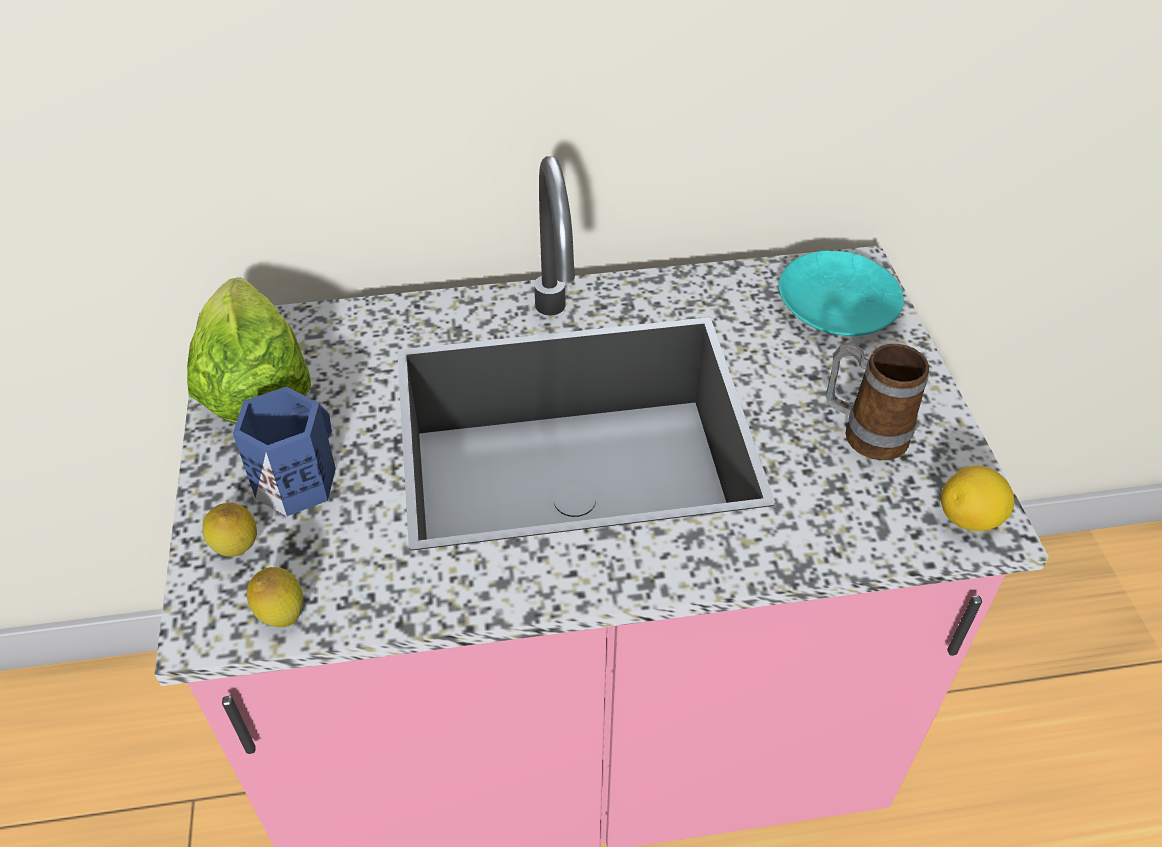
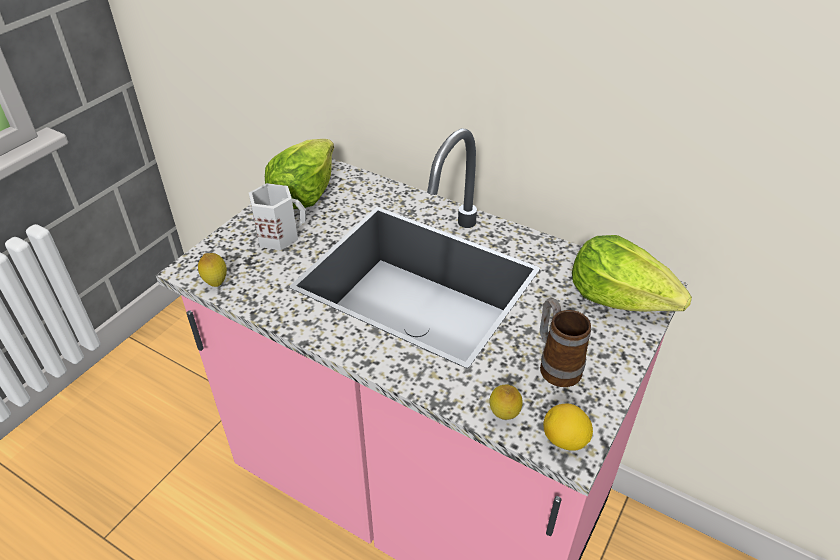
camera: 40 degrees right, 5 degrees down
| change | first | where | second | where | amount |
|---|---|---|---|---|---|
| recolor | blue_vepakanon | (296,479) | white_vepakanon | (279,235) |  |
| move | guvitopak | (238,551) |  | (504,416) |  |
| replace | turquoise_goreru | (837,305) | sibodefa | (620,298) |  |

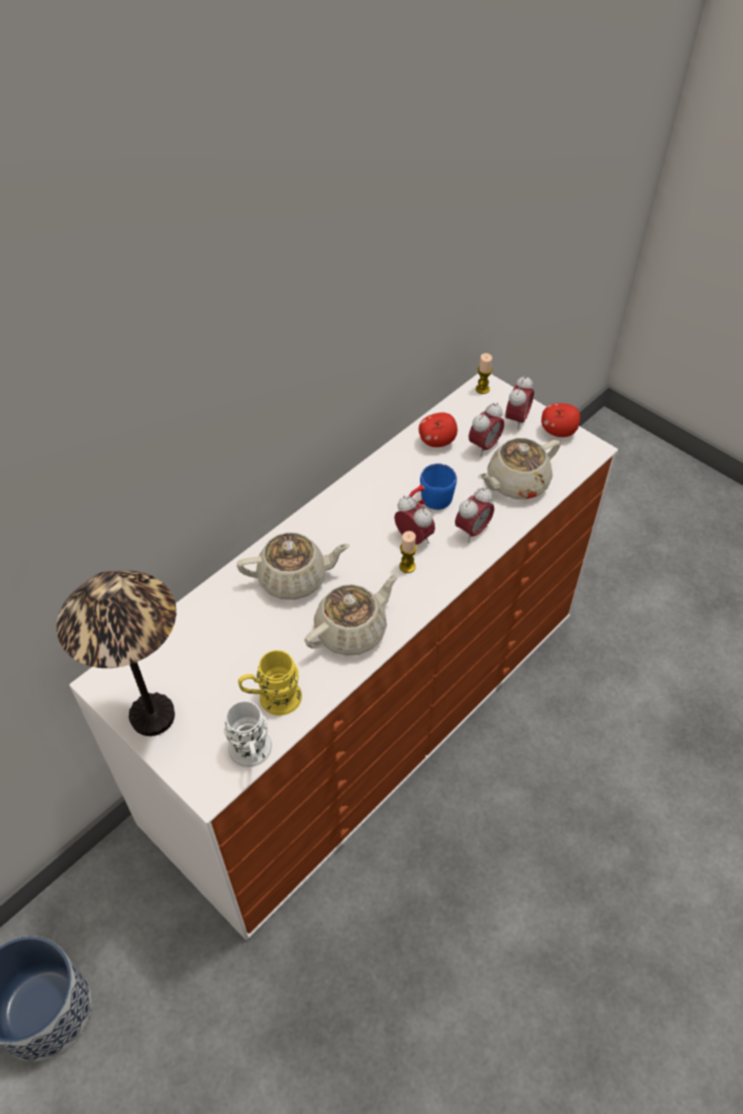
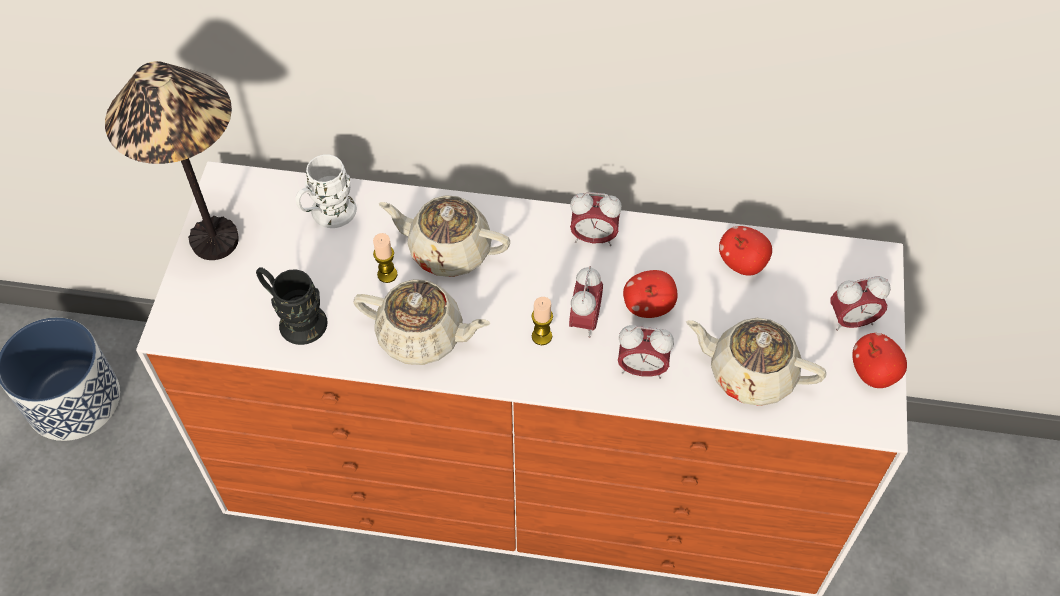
camera: 55 degrees right, 5 degrees up
| change | first | where | second | where | amount |
|---|---|---|---|---|---|
| recolor | yellow_vepakanon | (272,699) | black_vepakanon | (295,319) |  |
| move | white_vepakanon | (252,754) |  | (327,216) |  |
| move | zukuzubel | (482,389) |  | (387,274) |  |
| rotate | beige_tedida | (294,578) |  | (448,250) | 150 degrees clockwise |
| move | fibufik | (484,446) |  | (593,237) |  |
| replace | blue_vepakanon | (430,502) | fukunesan | (648,306) |  |

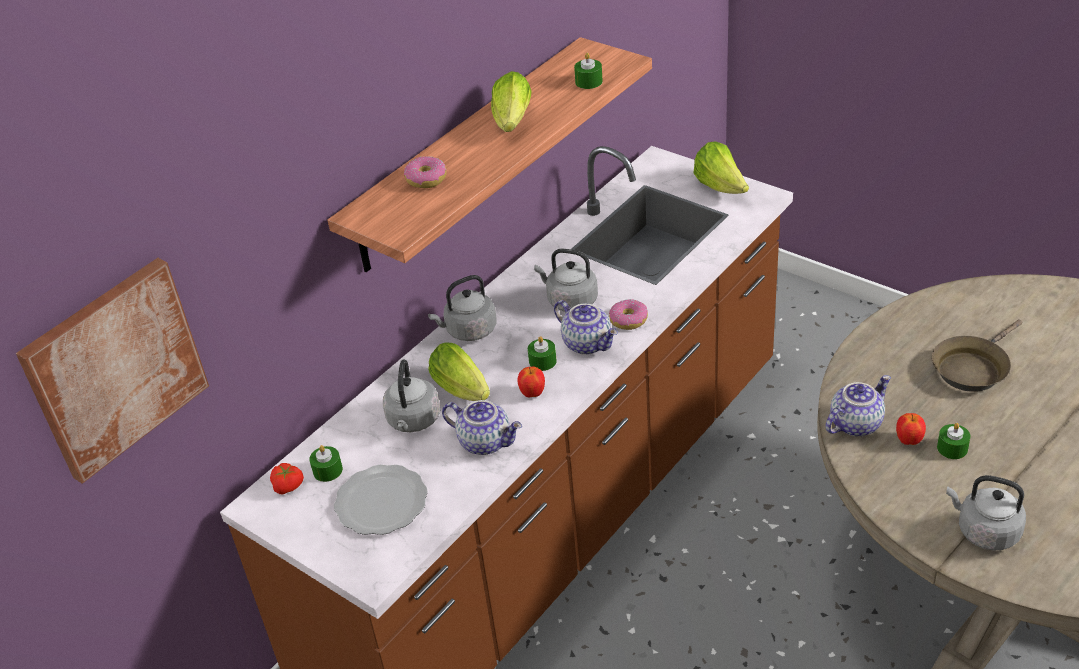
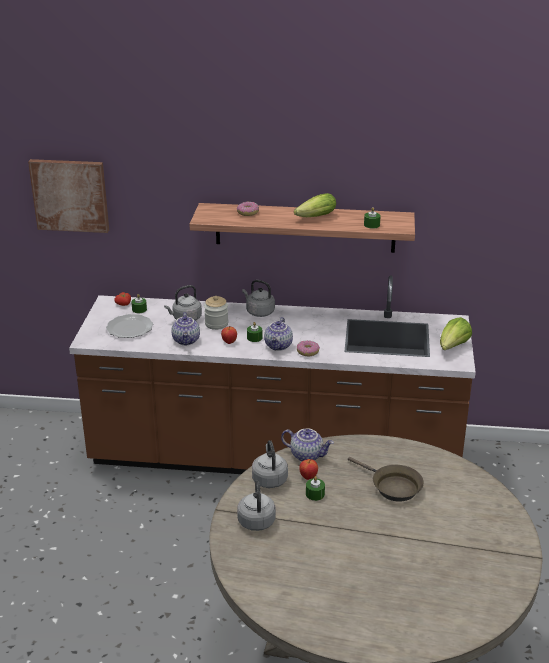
camera: 55 degrees right, 10 degrees down
| change | first | where | second | where | amount |
|---|---|---|---|---|---|
| replace | sibodefa | (463,390) | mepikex | (216,324) |  |
| move | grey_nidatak | (569,301) |  | (269,479) |  |
| rotate | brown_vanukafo | (972,368) |  | (392,487) | 150 degrees counterclockwise |

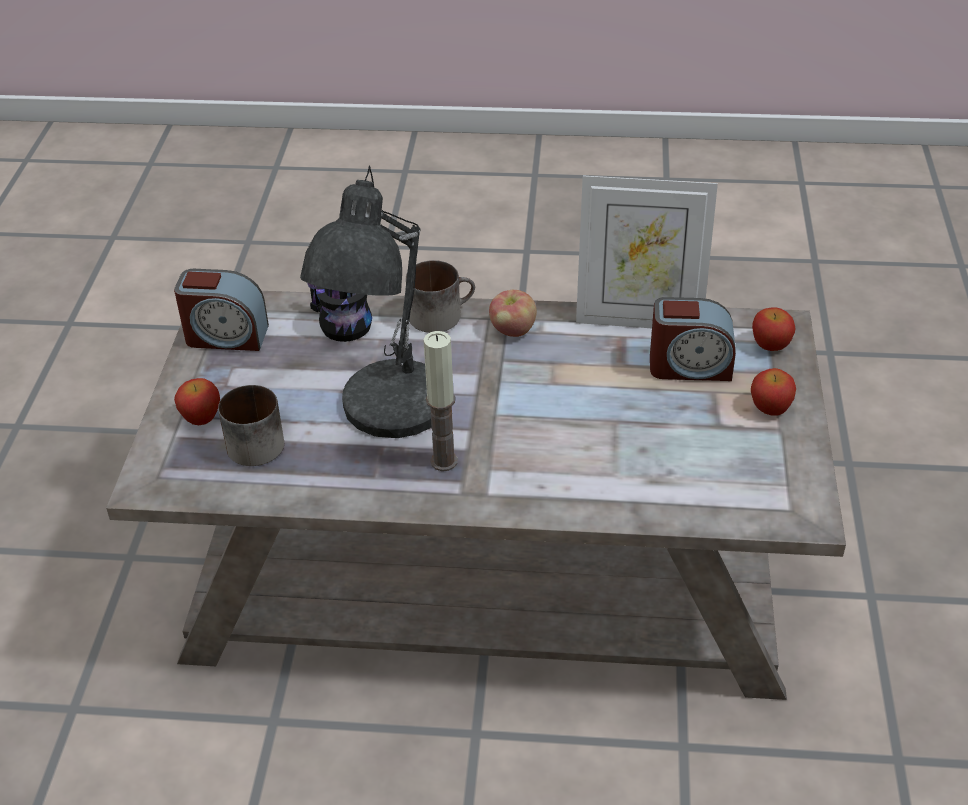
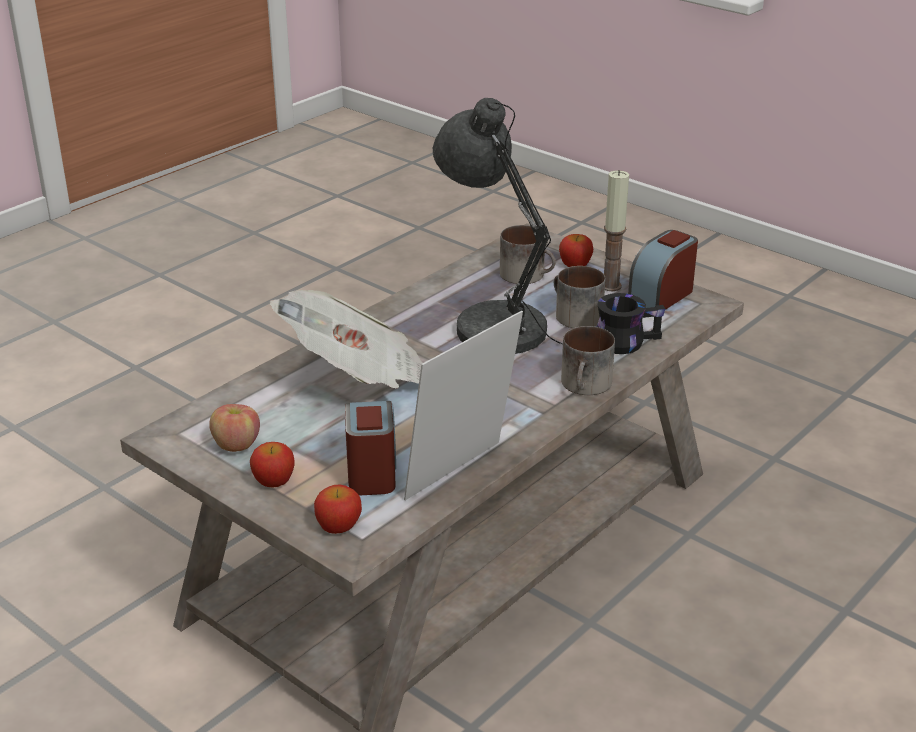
camera: 125 degrees right, 10 degrees down
| change | first | where | second | where | amount |
|---|---|---|---|---|---|
| move | fukunesan | (513,330) |  | (236,445) |  |
| insert |  |  | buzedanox | (360,378) |  |
| rotate | fibufik | (690,366) |  | (371,470) | 135 degrees clockwise |
| insert |  |  | vepakanon | (573,315) |  |
| move | zukuzubel | (444,461) |  | (610,286) |  |

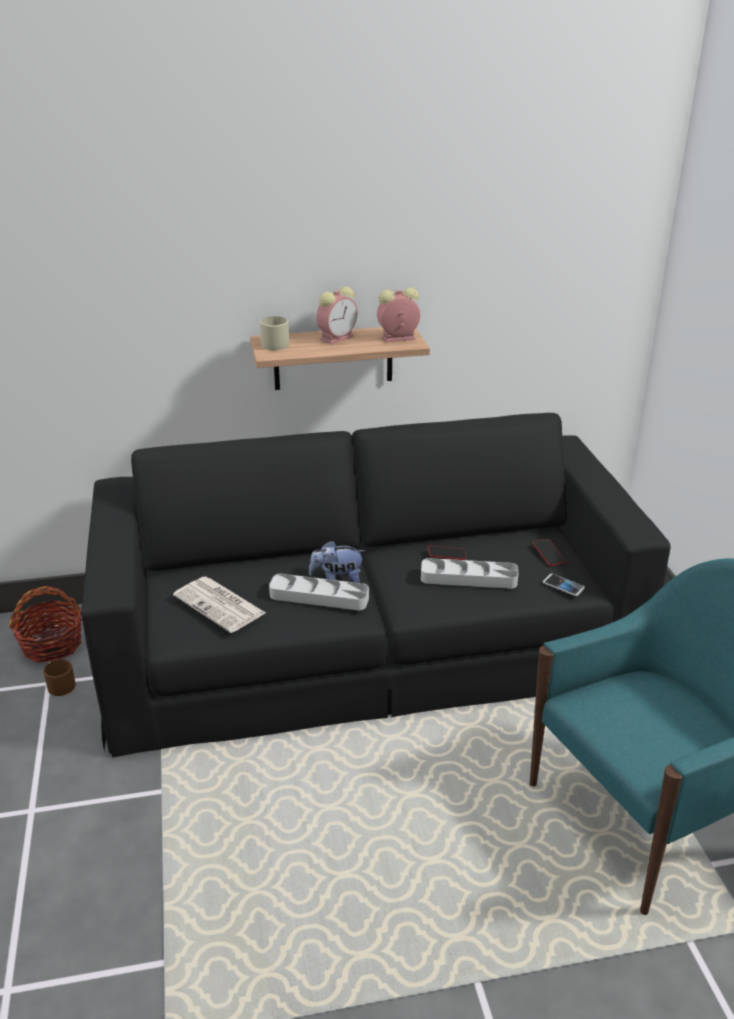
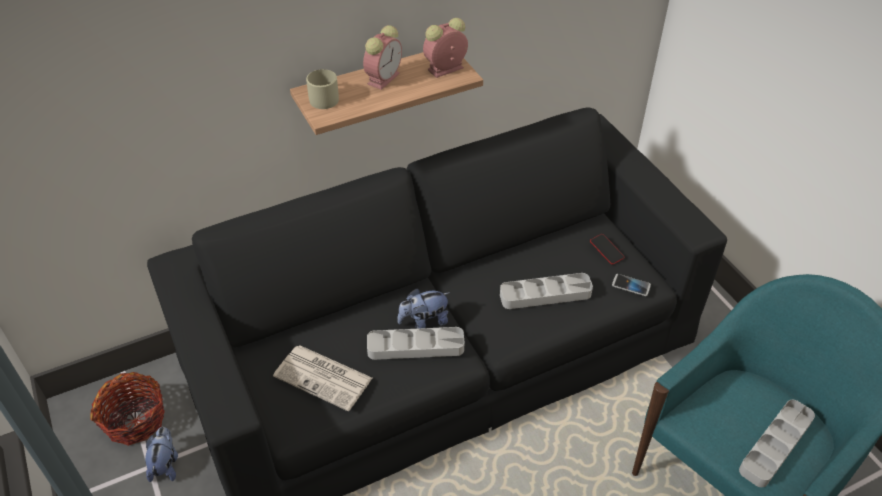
camera: 15 degrees left, 15 degrees up
| change | first | where | second | where | amount |
|---|---|---|---|---|---|
| replace | brown_vepakanon | (63,684) | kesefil | (166,464) |  |
| insert |  |  | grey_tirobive | (775,445) |  |
| delete | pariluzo | (446,555) |  |  |  |

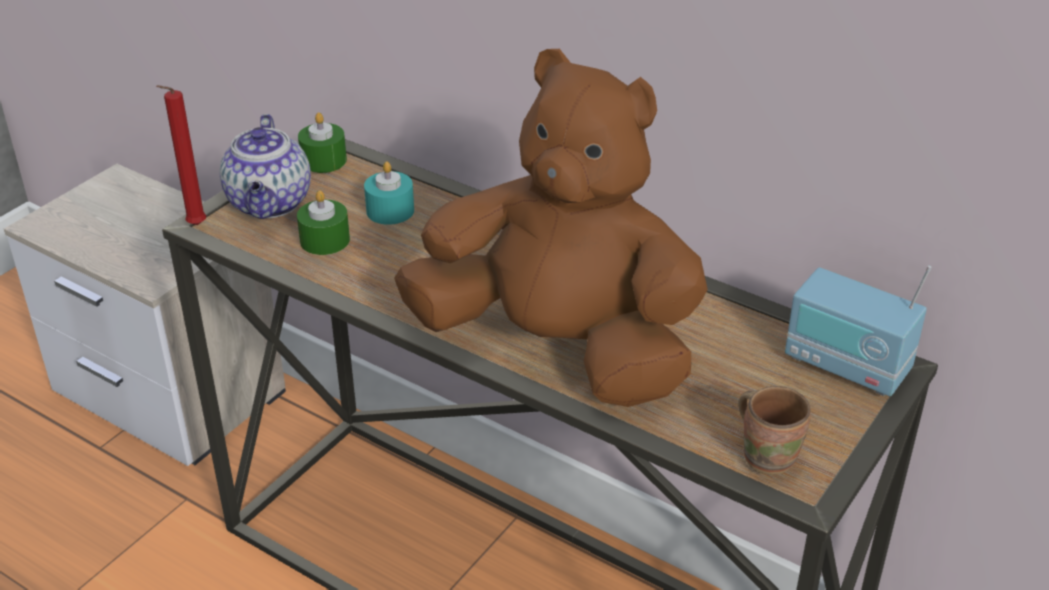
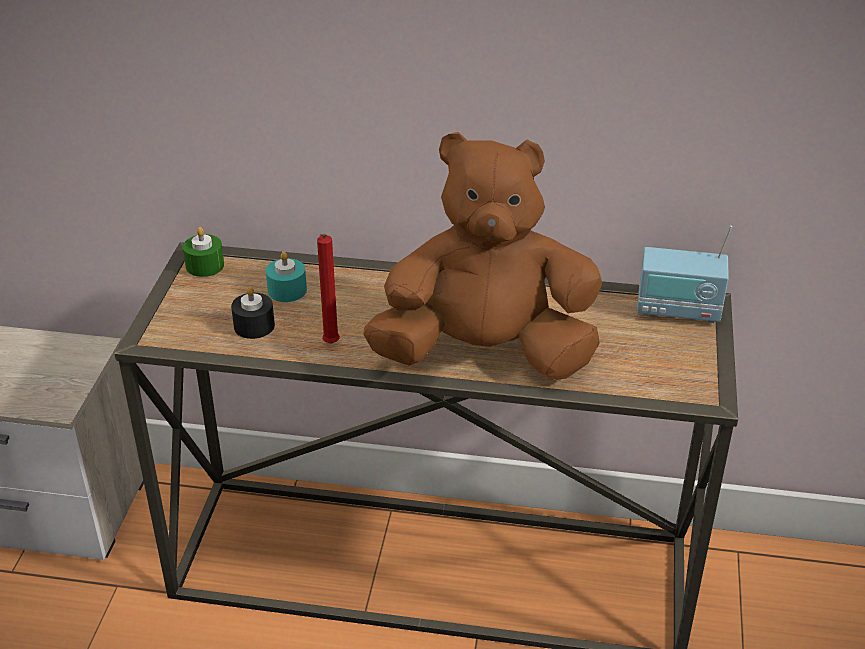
camera: 25 degrees left, 0 degrees up
| change | first | where | second | where | amount |
|---|---|---|---|---|---|
| recolor | green_zukuzubel | (325,240) | black_zukuzubel | (254,326) |  |
| move | red_zukuzubel | (194,226) |  | (330,345) |  |
| delete | tedida | (270,204) |  |  |  |
| delete | brown_vepakanon | (768,455) |  |  |  |

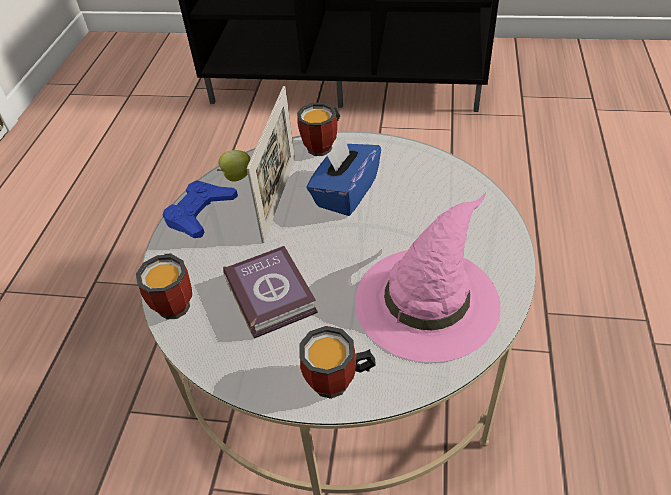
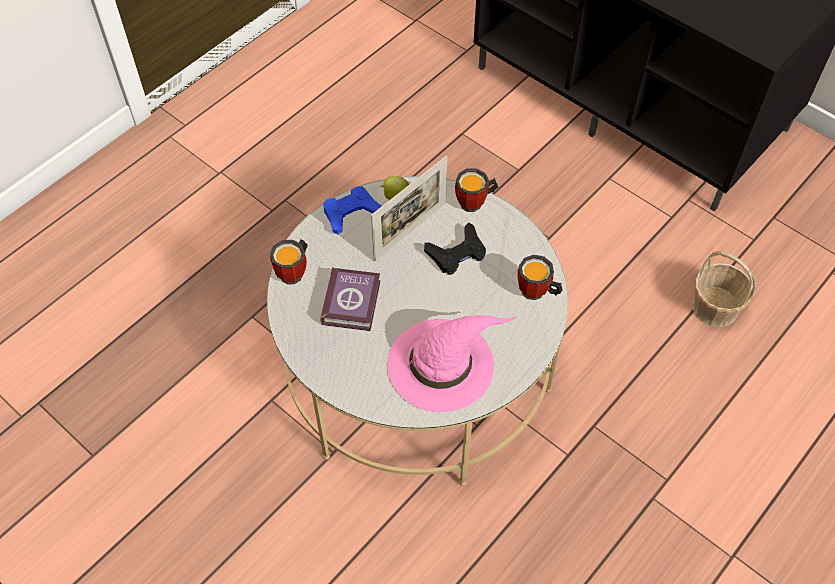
camera: 30 degrees right, 10 degrees up
| change | first | where | second | where | amount |
|---|---|---|---|---|---|
| replace | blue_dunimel | (345,193) | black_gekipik | (457,253) |  |
| move | vepakanon | (338,384) |  | (536,293) |  |
| insert |  |  | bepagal | (715,307) |  |

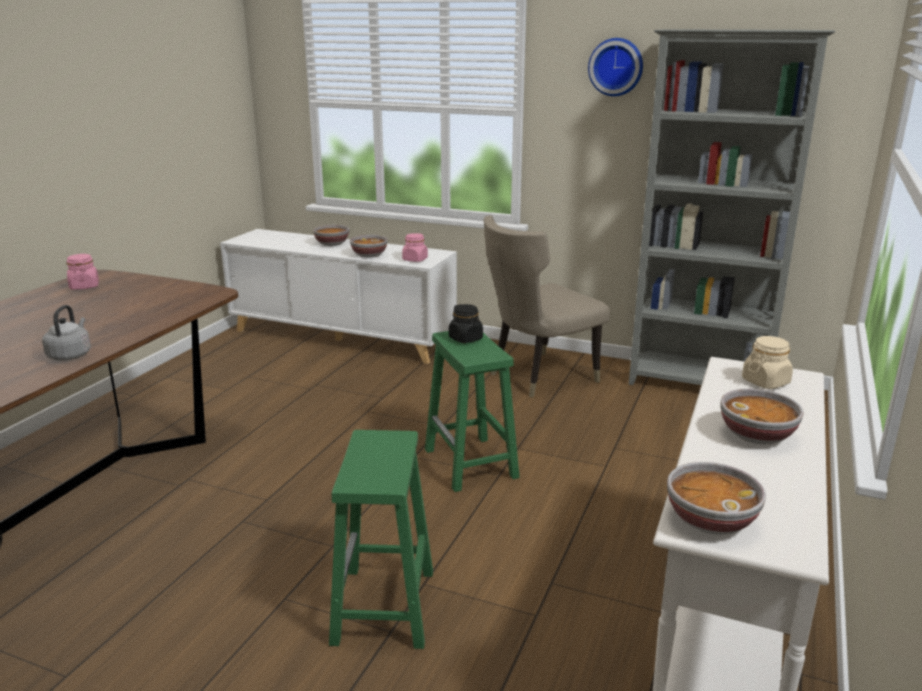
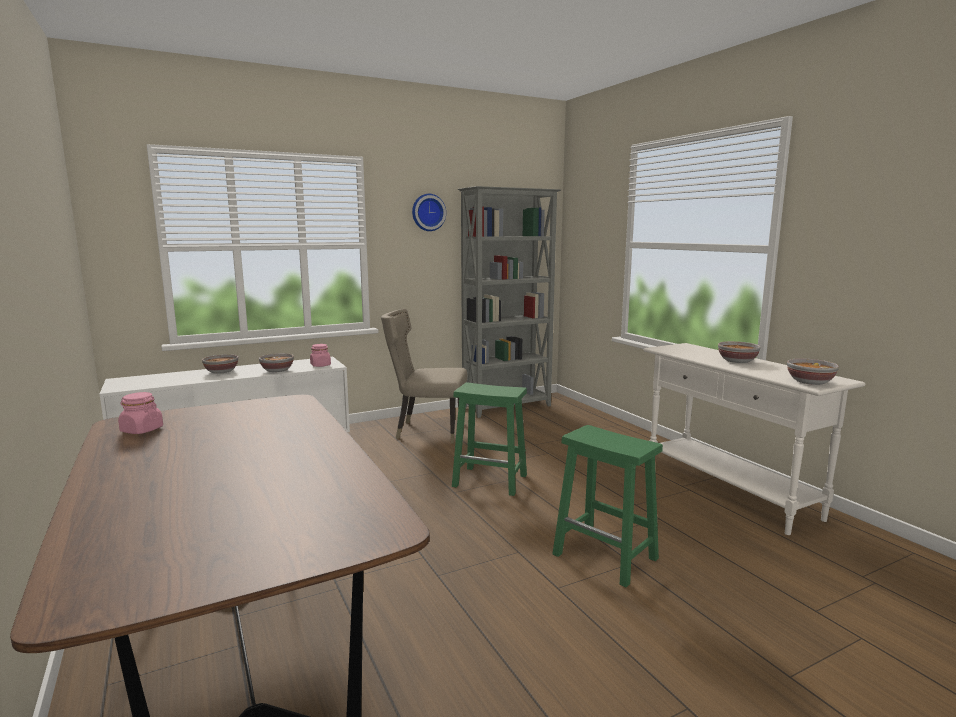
camera: 50 degrees left, 10 degrees down
| change | first | where | second | where | amount |
|---|---|---|---|---|---|
| rotate | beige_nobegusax | (538,377) |  | (426,431) | 90 degrees clockwise |
| delete | grey_nidatak | (71,355) |  |  |  |
| delete | black_mepikex | (466,339) |  |  |  |
| delete | beige_mepikex | (765,382) |  |  |  |

